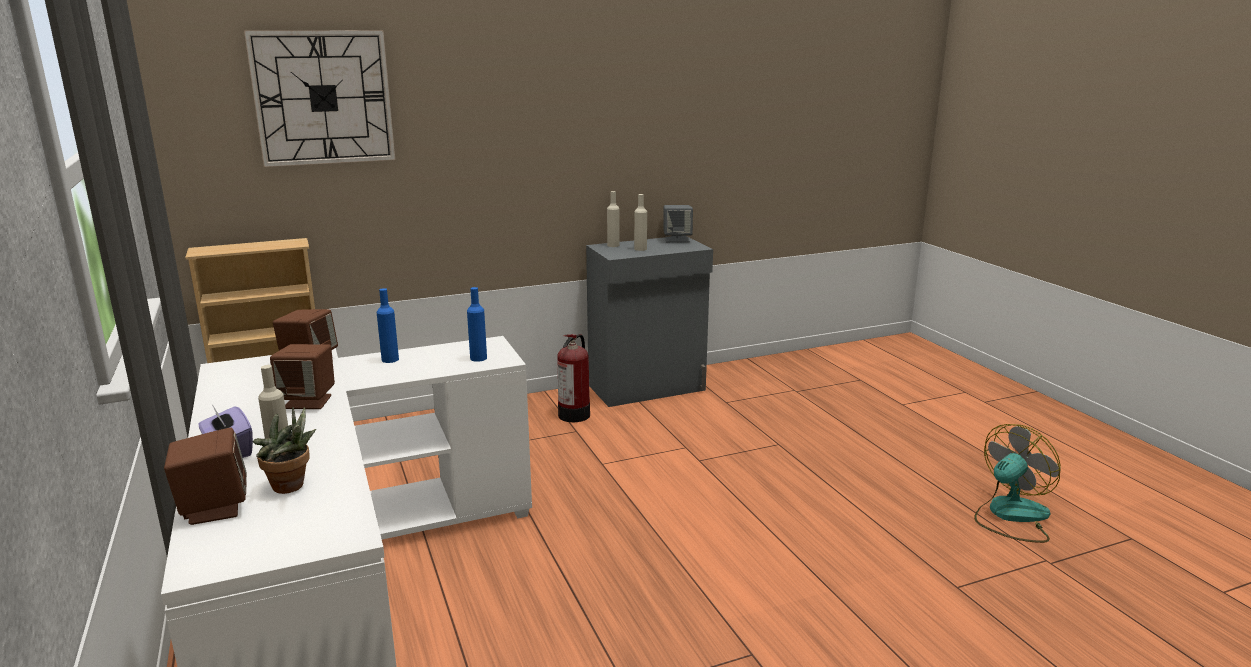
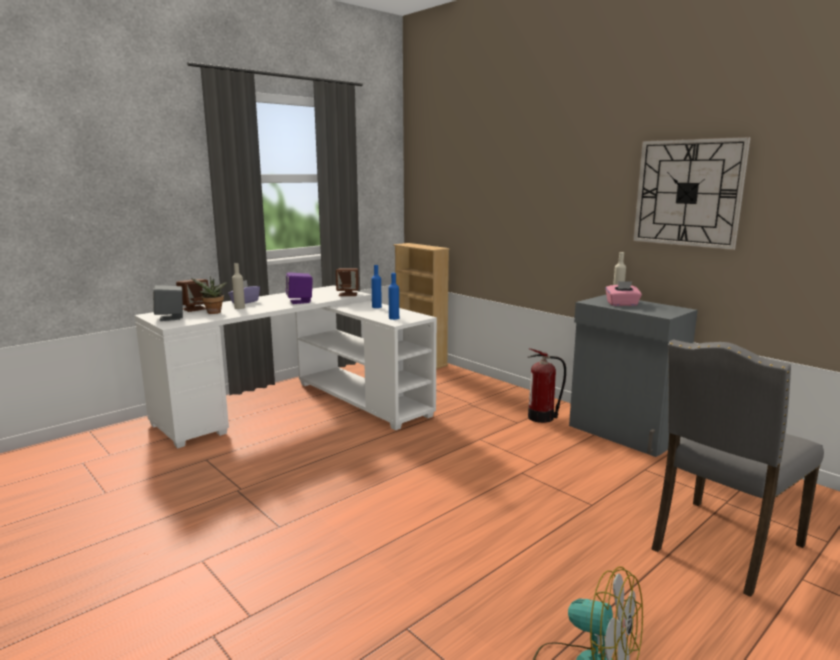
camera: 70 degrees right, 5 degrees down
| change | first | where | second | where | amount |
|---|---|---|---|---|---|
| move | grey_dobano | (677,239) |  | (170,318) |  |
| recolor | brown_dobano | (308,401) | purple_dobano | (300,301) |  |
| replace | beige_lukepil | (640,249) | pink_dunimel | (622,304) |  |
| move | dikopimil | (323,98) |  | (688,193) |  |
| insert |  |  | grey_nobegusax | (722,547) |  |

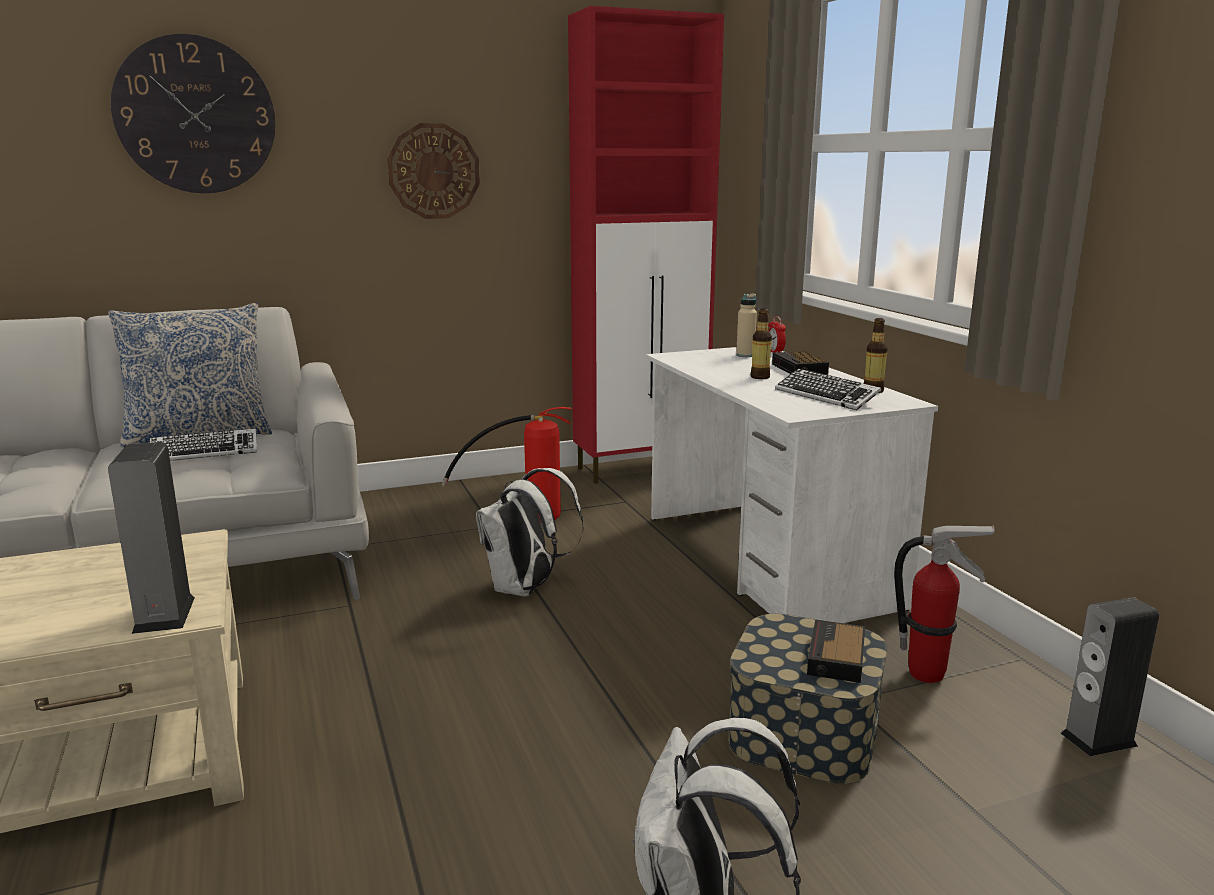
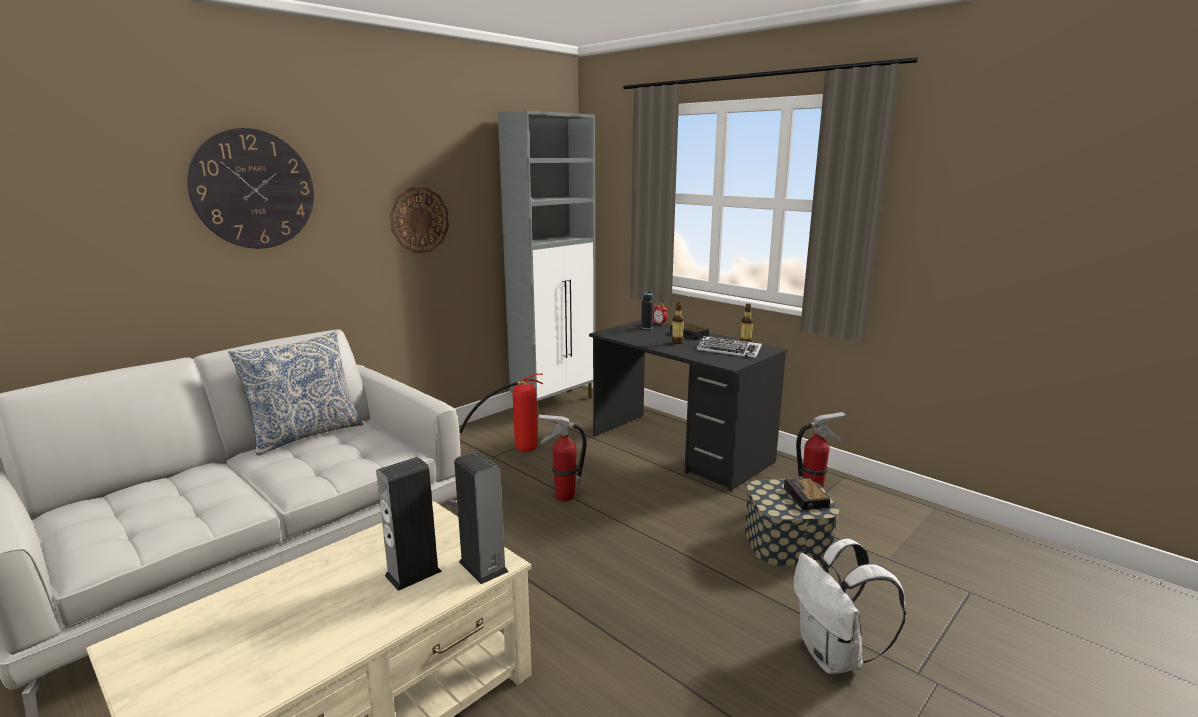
camera: 25 degrees left, 0 degrees up
| change | first | where | second | where | amount |
|---|---|---|---|---|---|
| move | dobano | (1098,739) |  | (413,573) |  |
| recolor | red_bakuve | (642,469) | grey_bakuve | (555,403) |  |
| replace | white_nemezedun | (526,589) | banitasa | (564,497) |  |
| recolor | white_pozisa | (766,560) | black_pozisa | (680,449) |  |
| recolor | beige_lukepil | (745,355) | black_lukepil | (646,328) |  |
| delete | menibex | (205,452) |  |  |  |

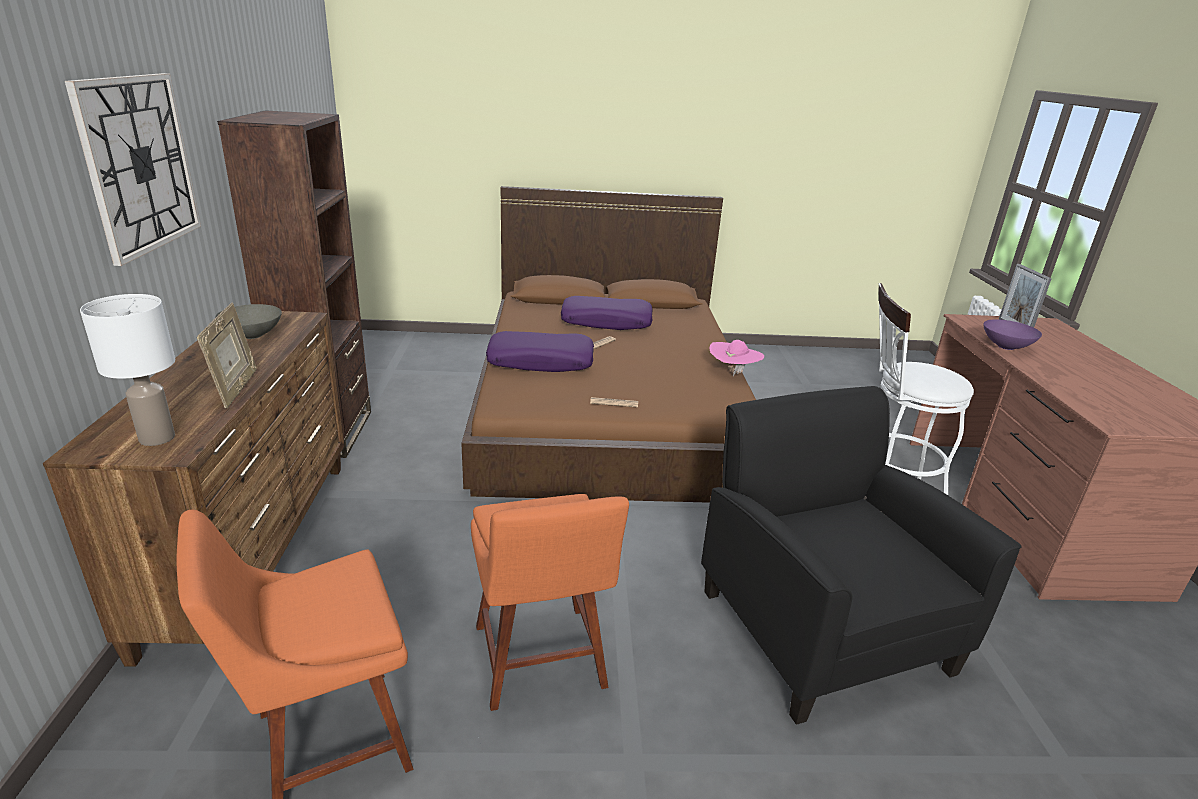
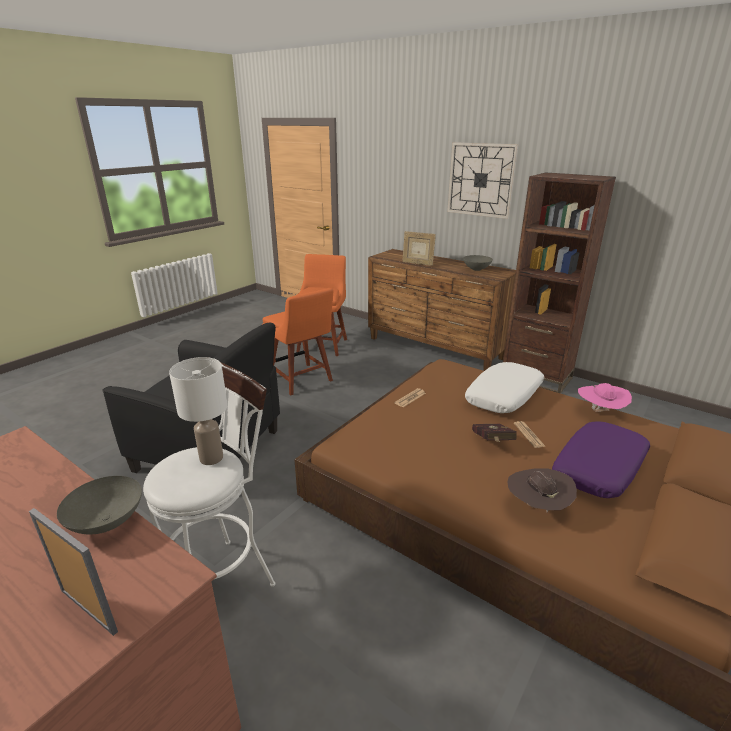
camera: 130 degrees right, 0 degrees up
| change | first | where | second | where | amount |
|---|---|---|---|---|---|
| recolor | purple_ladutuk | (1005,347) | grey_ladutuk | (108,521) |  |
| move | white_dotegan | (156,437) |  | (212,458) |  |
| rotate | orange_nobegusax | (540,662) |  | (302,380) | 150 degrees counterclockwise |
| recolor | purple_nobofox | (541,362) | white_nobofox | (504,396) |  |
| insert |  |  | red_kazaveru | (492,443) |  |
| insert |  |  | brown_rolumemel | (537,507) |  |
| move | pink_rolumemel | (733,372) |  | (600,412) |  |

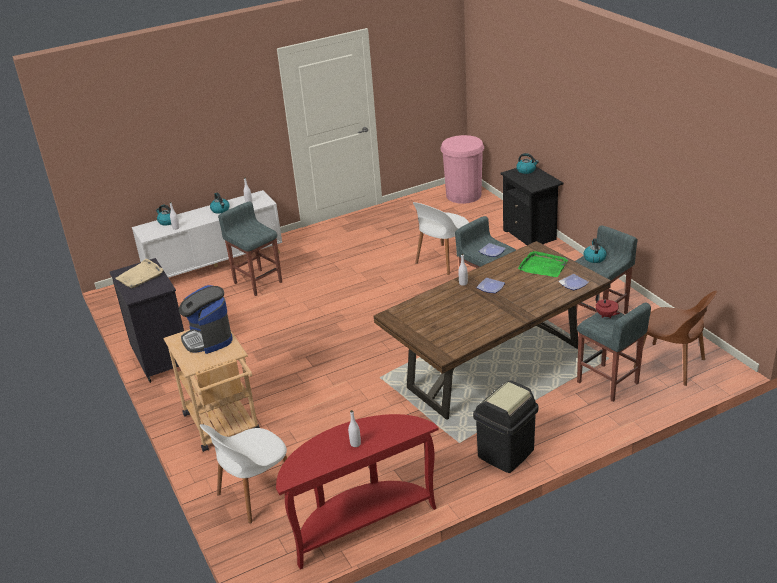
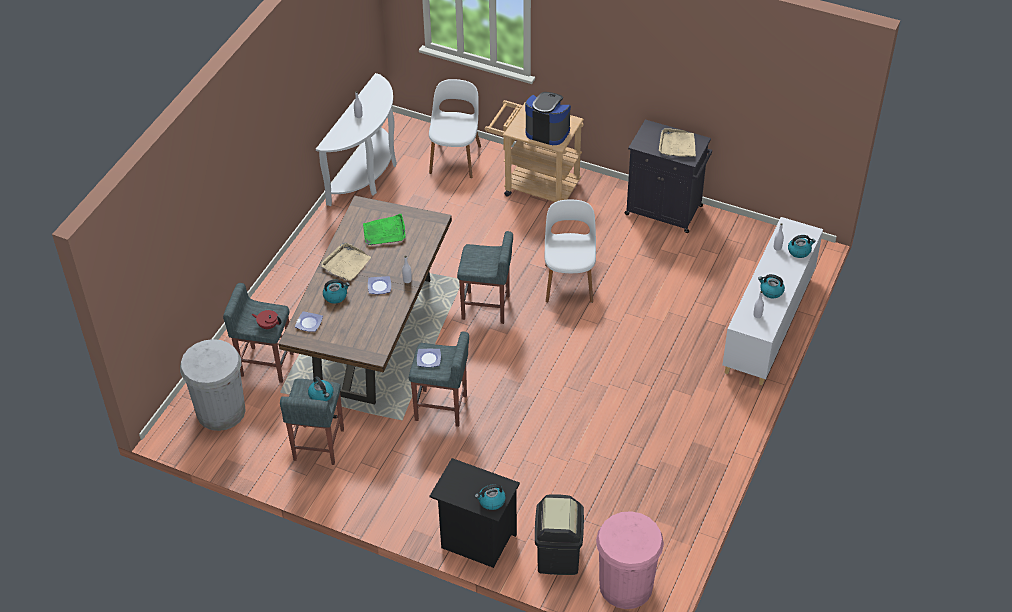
camera: 140 degrees right, 15 degrees up
| change | first | where | second | where | amount |
|---|---|---|---|---|---|
| replace | brown_nobegusax | (671,364) | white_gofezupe | (221,411) |  |
| recolor | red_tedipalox | (360,523) | white_tedipalox | (367,174) |  |
| insert |  |  | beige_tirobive | (346,263) |  |
| insert |  |  | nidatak | (335,296) |  |
| move | green_tirobive | (543,266) |  | (384,232) |  |
| move | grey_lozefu | (257,282) |  | (486,307) |  |
| move | black_gofezupe | (506,453) |  | (558,556) |  |
| move | white_nobegusax | (443,260) |  | (569,281) |  |

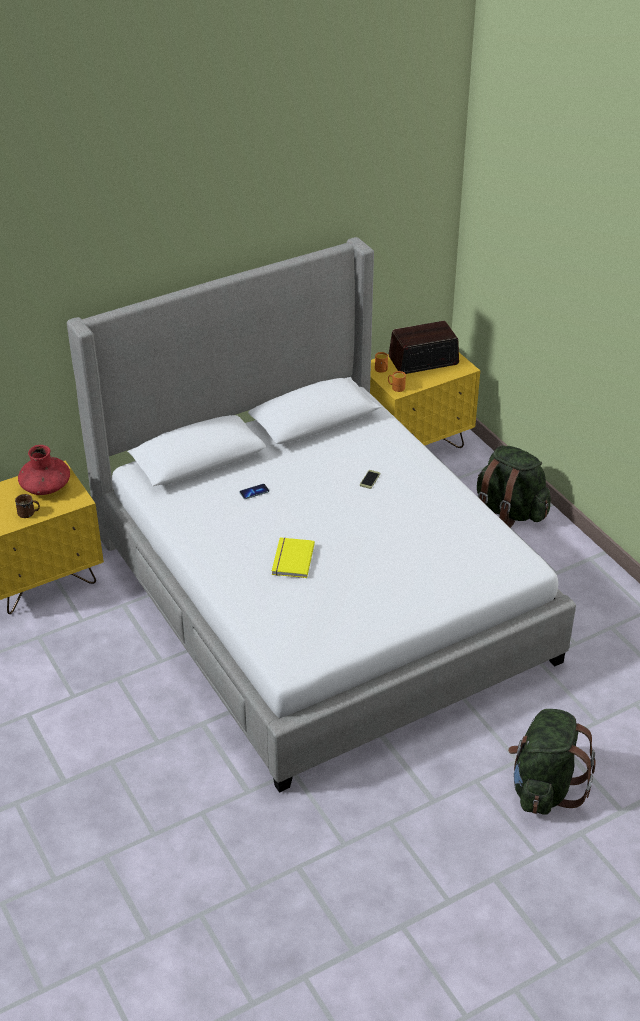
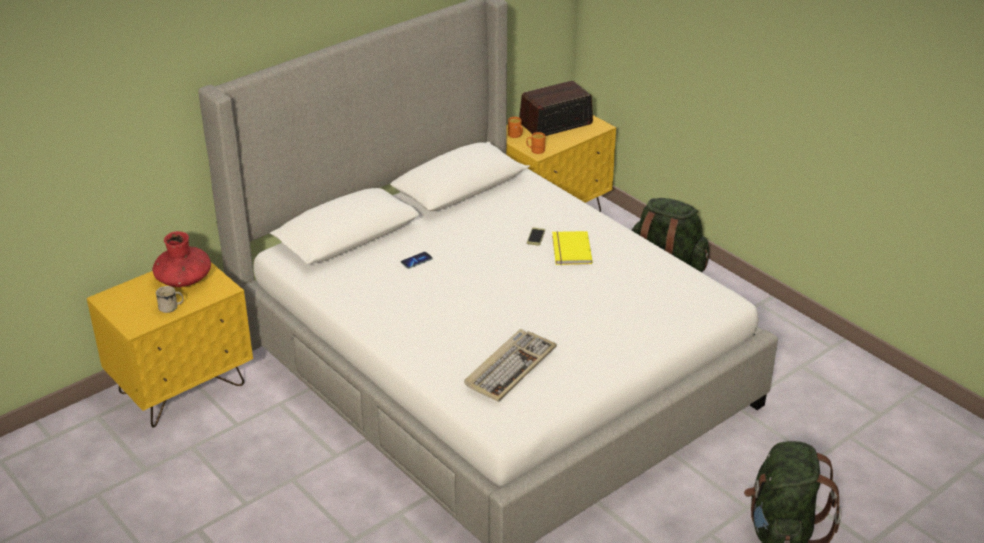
camera: 10 degrees left, 5 degrees down
| change | first | where | second | where | amount |
|---|---|---|---|---|---|
| recolor | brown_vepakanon | (29,513) | white_vepakanon | (171,307) |  |
| insert |  |  | menibex | (510,367) |  |
| move | yellow_kazaveru | (291,559) |  | (570,250) |  |

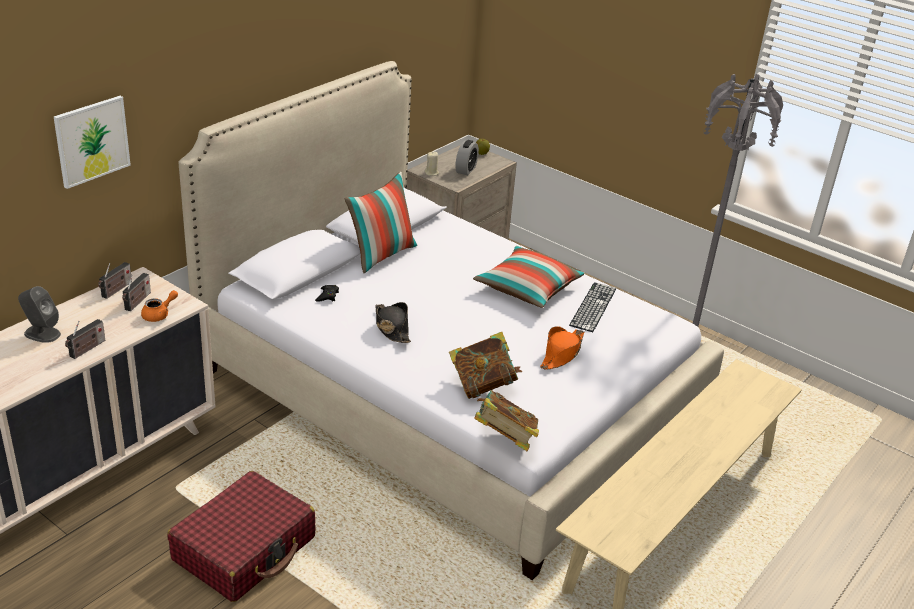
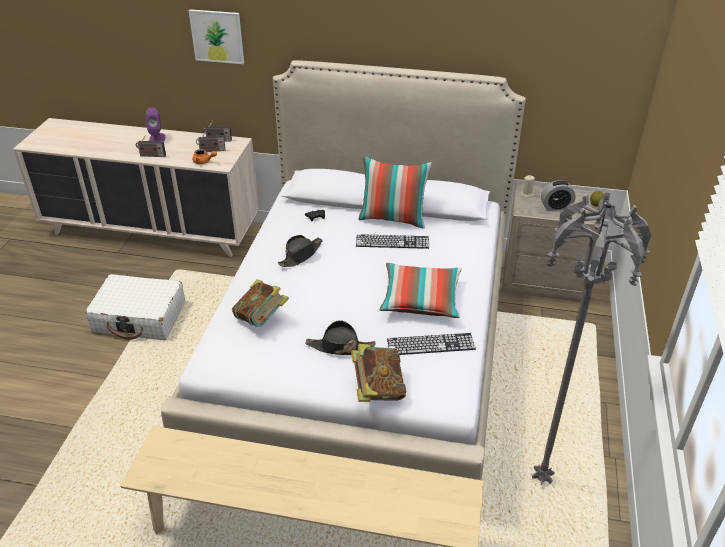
camera: 65 degrees right, 5 degrees up
| change | first | where | second | where | amount |
|---|---|---|---|---|---|
| recolor | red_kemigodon | (245,549) | white_kemigodon | (140,317) |  |
| recolor | grey_dobano | (42,333) | purple_dobano | (157,138) |  |
| recolor | orange_rolumemel | (561,354) | black_rolumemel | (340,347) |  |
| move | kazaveru | (504,439) |  | (377,389) |  |
| insert |  |  | menibex | (392,241) |  |

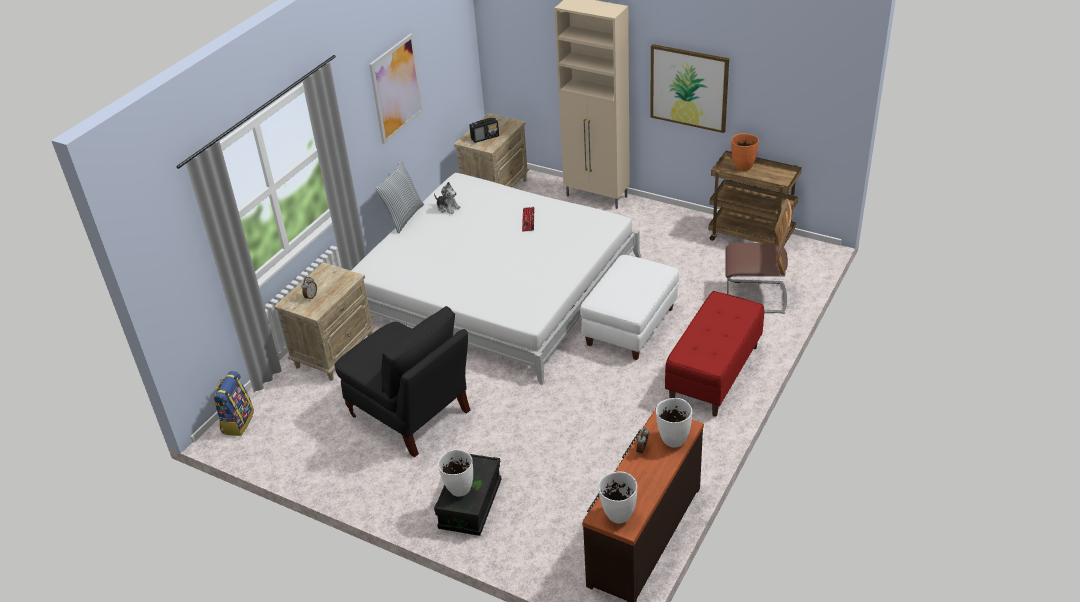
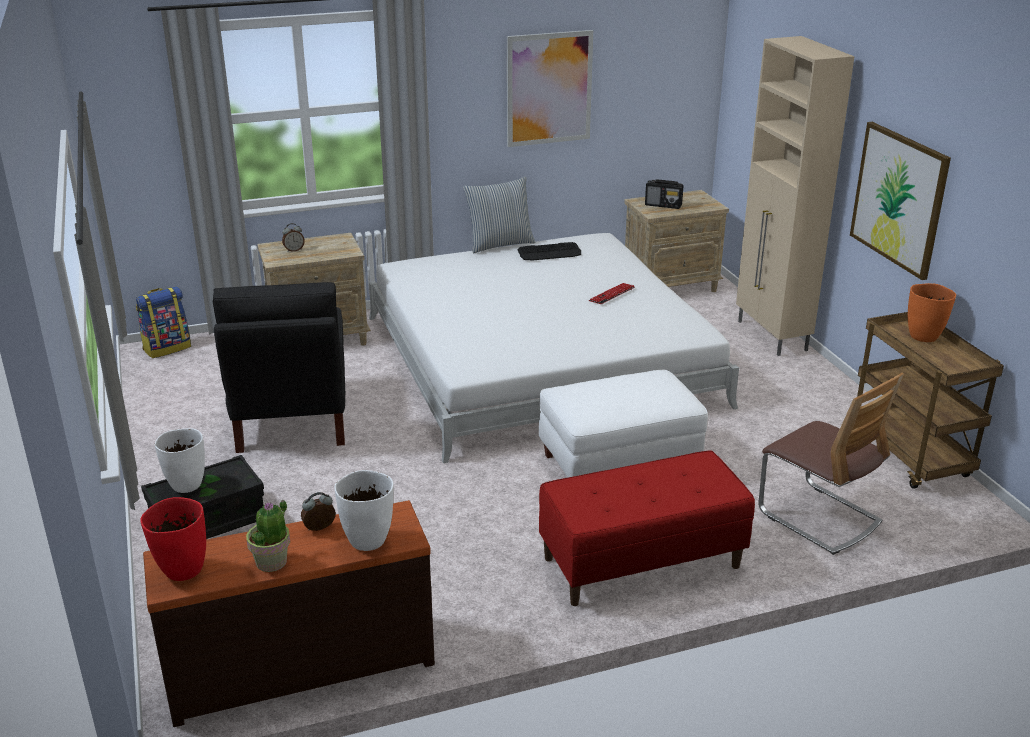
camera: 40 degrees right, 10 degrees down
| change | first | where | second | where | amount |
|---|---|---|---|---|---|
| recolor | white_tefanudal | (618,515) | red_tefanudal | (182,570) |  |
| insert |  |  | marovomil | (272,561) |  |
| replace | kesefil | (447,208) | menibex | (550,253) |  |

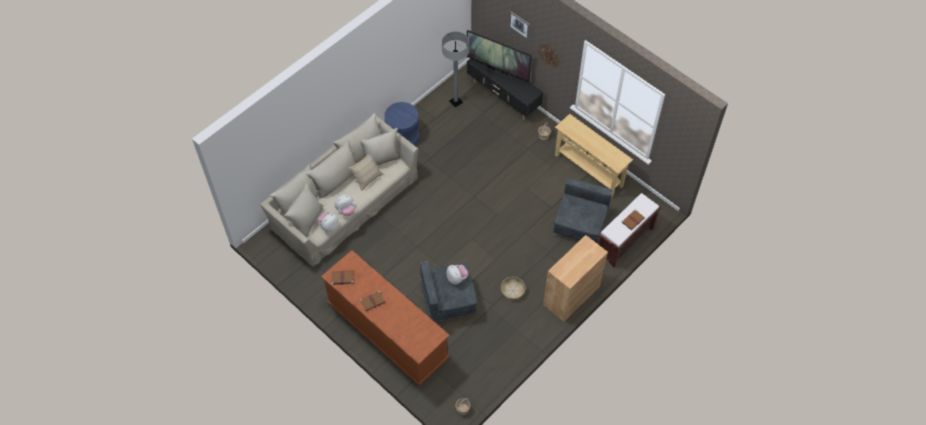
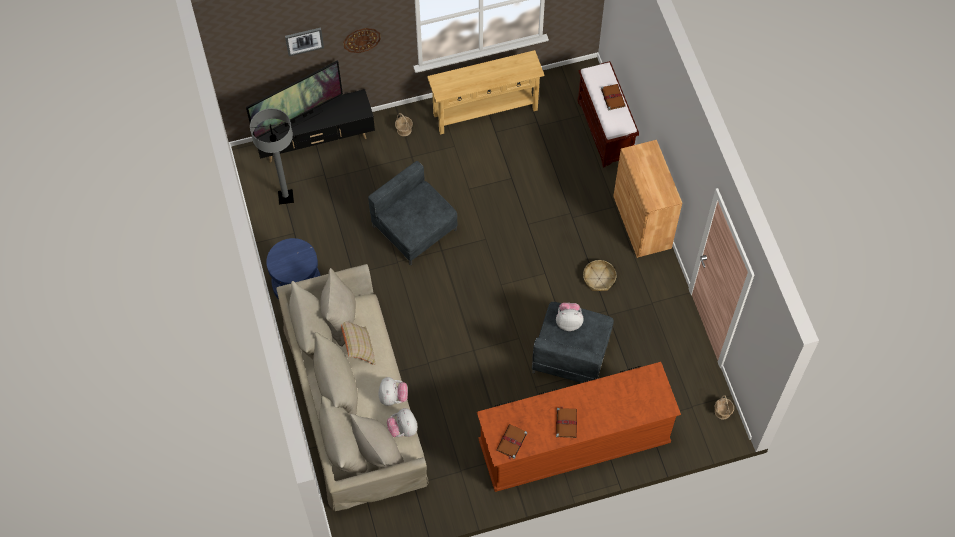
camera: 60 degrees left, 5 degrees up
| change | first | where | second | where | amount |
|---|---|---|---|---|---|
| move | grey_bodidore | (579,225) |  | (414,229) |  |

